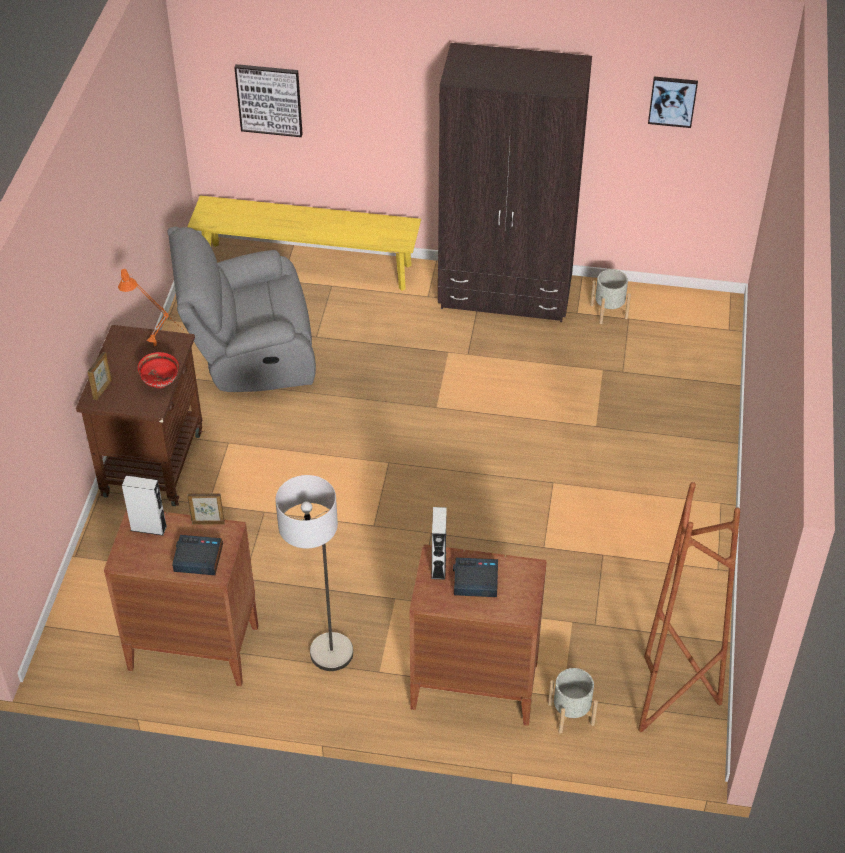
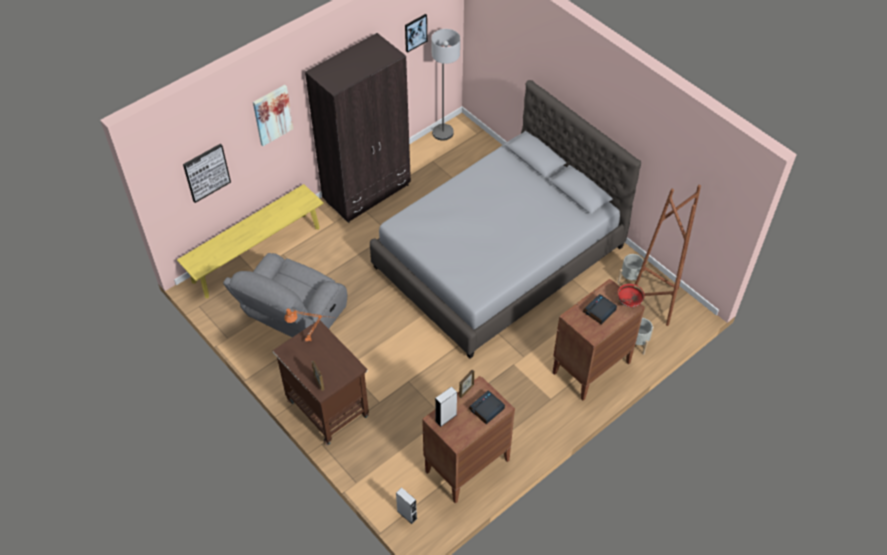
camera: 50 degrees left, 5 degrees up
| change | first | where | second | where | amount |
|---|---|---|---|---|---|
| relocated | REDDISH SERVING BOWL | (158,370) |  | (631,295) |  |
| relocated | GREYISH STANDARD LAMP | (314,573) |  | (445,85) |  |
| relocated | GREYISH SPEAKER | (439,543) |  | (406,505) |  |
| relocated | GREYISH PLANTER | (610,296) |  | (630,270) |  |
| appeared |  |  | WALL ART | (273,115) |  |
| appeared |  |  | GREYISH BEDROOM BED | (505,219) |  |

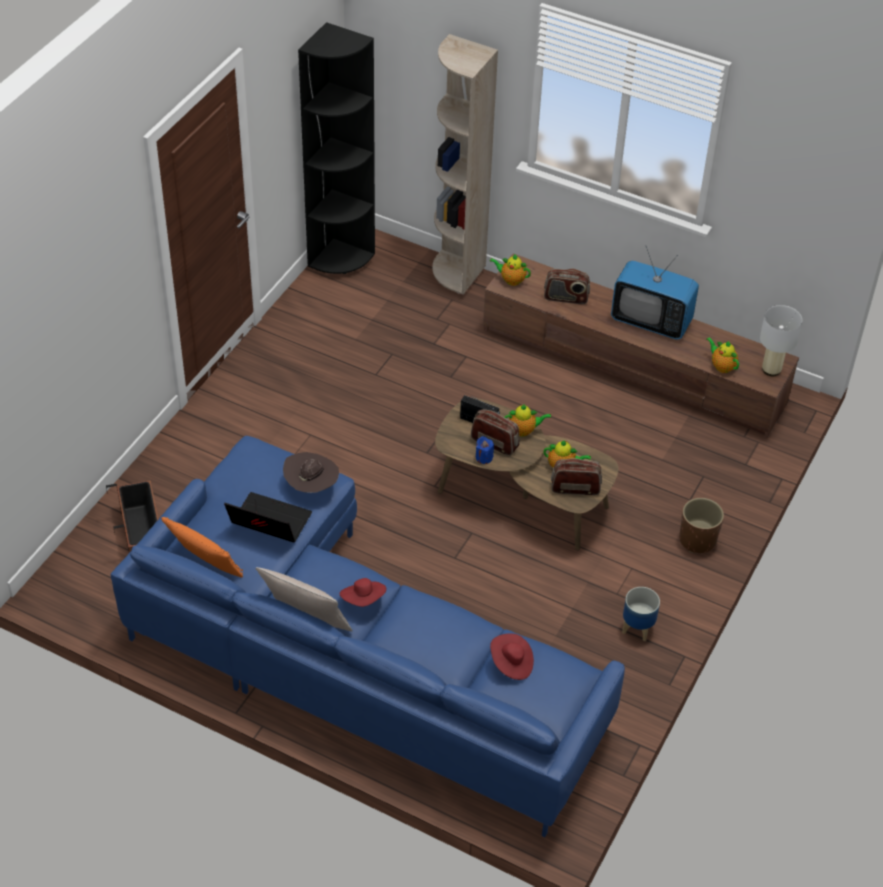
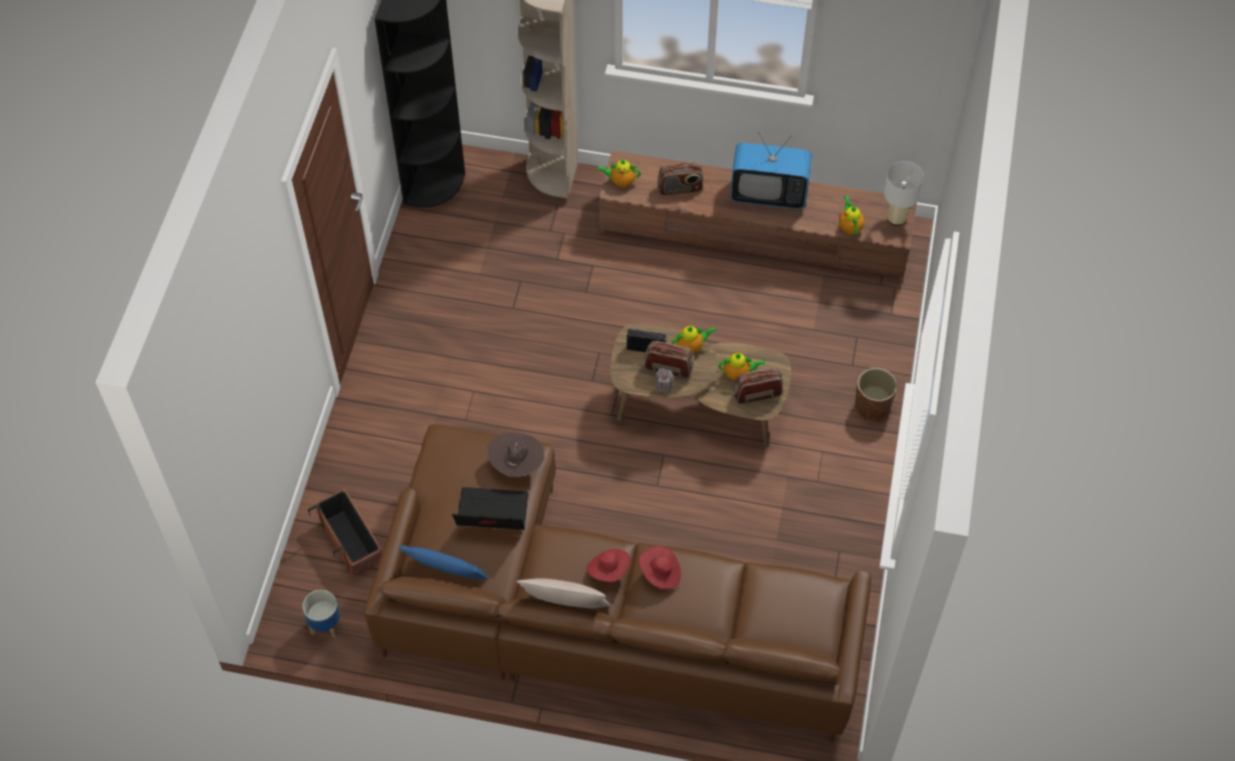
camera: 15 degrees left, 10 degrees up
| change | first | where | second | where | amount |
|---|---|---|---|---|---|
| colour | BLUISH COUCH | (368,636) | BROWNISH COUCH | (617,583) |  |
| colour | ORANGE PILLOW | (202,547) | BLUISH PILLOW | (443,562) |  |
| colour | BLUISH WAX CANDLE | (485,450) | GREYISH WAX CANDLE | (664,380) |  |
| relocated | REDDISH HAT | (512,656) |  | (660,568) |  |
| relocated | PLANTER | (641,614) |  | (321,613) |  |
| spun | TEA POT | (723,355) |  | (851,215) | 45 degrees clockwise |

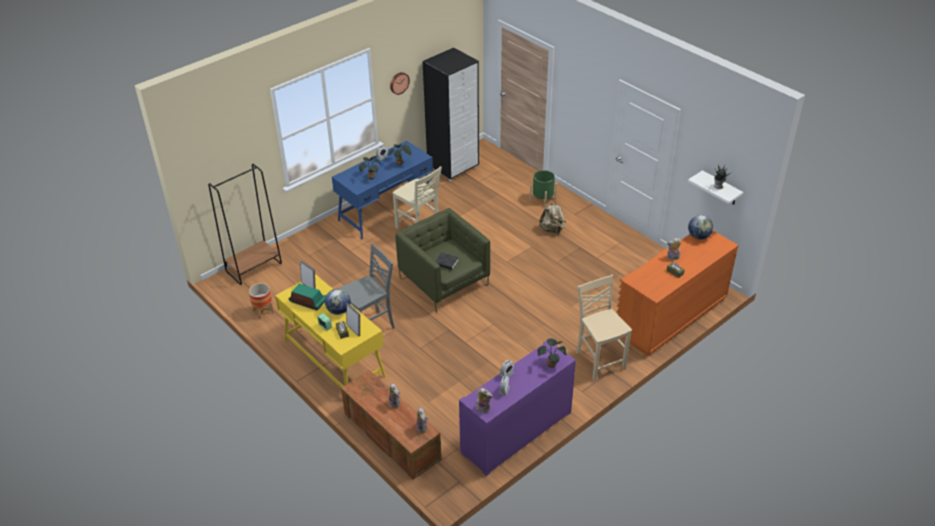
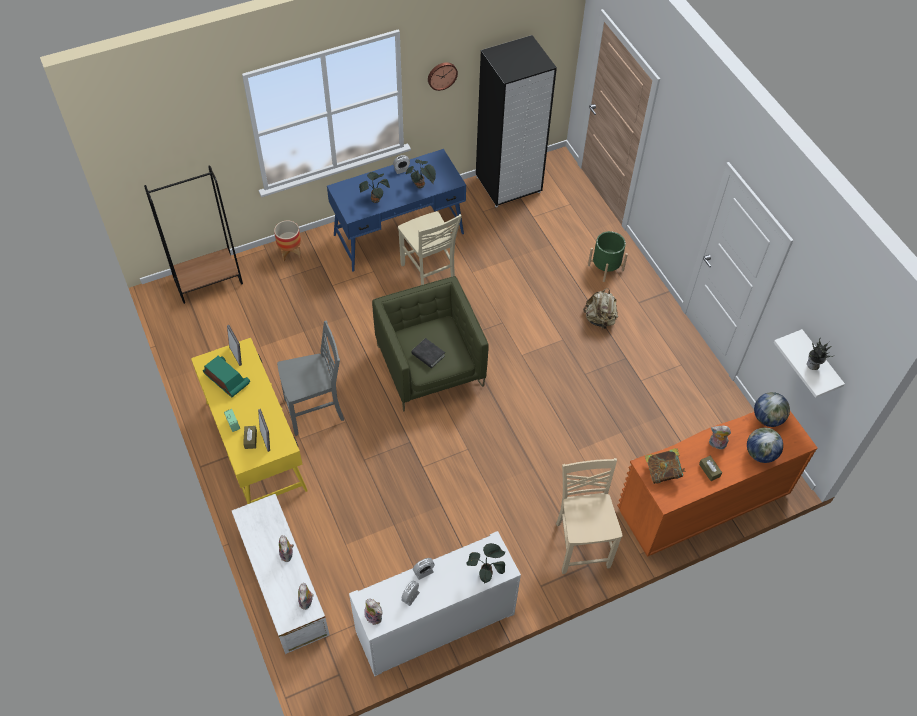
camera: 15 degrees right, 15 degrees up
| change | first | where | second | where | amount |
|---|---|---|---|---|---|
| relocated | PLANTER | (261,301) |  | (287,240) |  |
| relocated | WORLD GLOBE | (338,302) |  | (765,445) |  |
| colour | BROWNISH BENCH | (391,425) | WHITE-COLOURED BENCH | (280,574) |  |
| colour | PURPLISH CABINET | (517,408) | WHITE-COLOURED CABINET | (435,604) |  |
| appeared |  |  | BOOK | (665,466) |  |

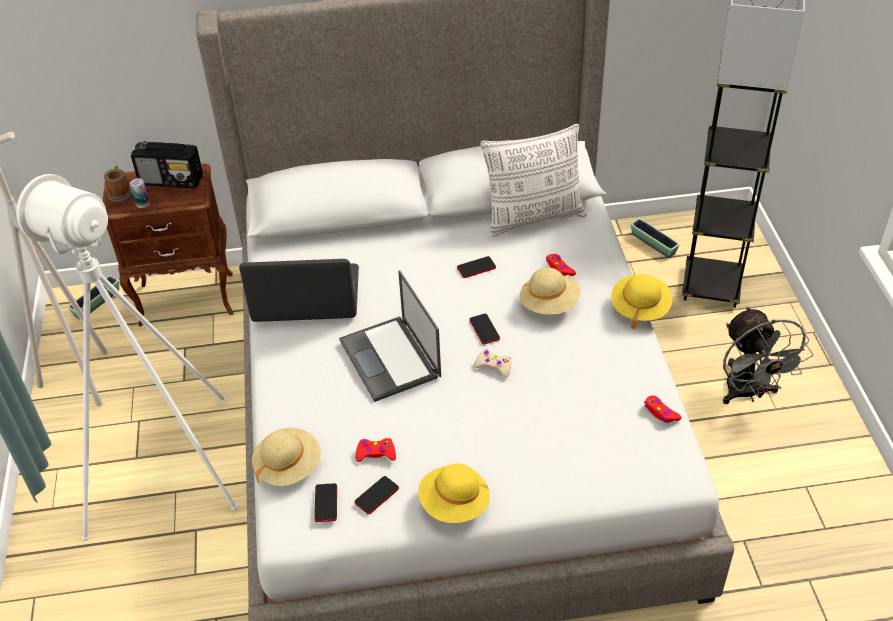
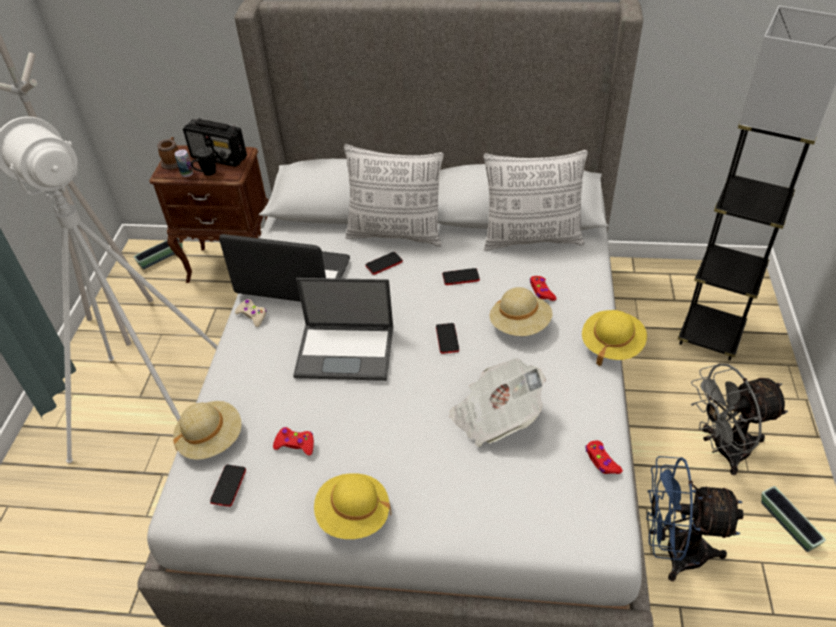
camera: 15 degrees right, 0 degrees up
| change | first | where | second | where | amount |
|---|---|---|---|---|---|
| spun | PORTABLE COMPUTER | (390,336) |  | (343,329) | 75 degrees counterclockwise |
| relocated | TELEPHONE | (376,495) |  | (384,263) |  |
| relocated | BEIGE-COLOURED GAMEPAD | (492,363) |  | (250,313) |  |
| relocated | PLANTER | (655,238) |  | (793,519) |  |
| spun | GREYISH ELECTRIC FAN | (768,355) |  | (739,419) | 75 degrees clockwise |
| appeared |  |  | BLACKISH MUG | (203,161) |  |
| appeared |  |  | PILLOW | (394,195) |  |
| appeared |  |  | NEWSPAPER | (497,402) |  |
| appeared |  |  | BLUISH ELECTRIC FAN | (695,518) |  |

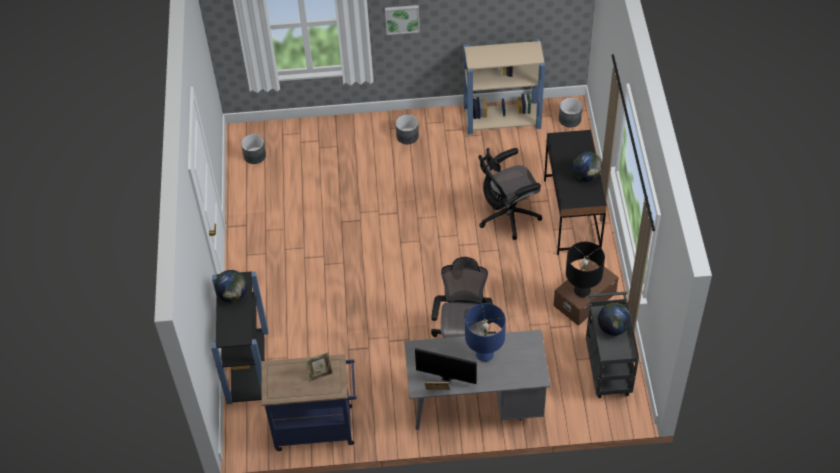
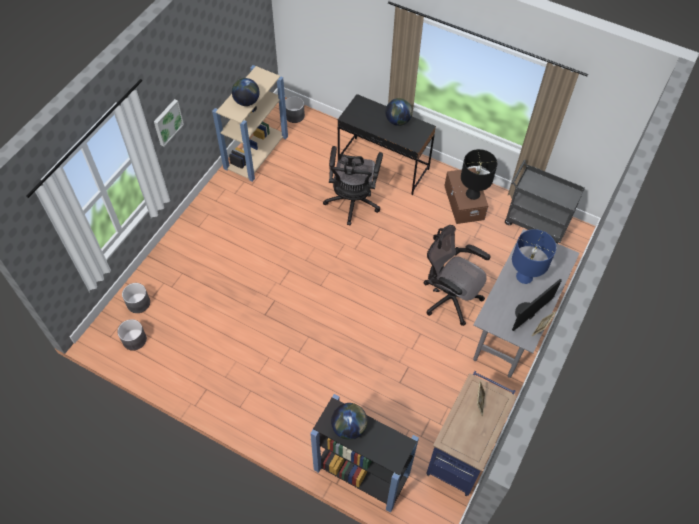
camera: 60 degrees left, 5 degrees up
| change | first | where | second | where | amount |
|---|---|---|---|---|---|
| relocated | GREYISH PLANTER | (407,129) |  | (136,298) |  |
| relocated | WORLD GLOBE | (614,319) |  | (245,92) |  |

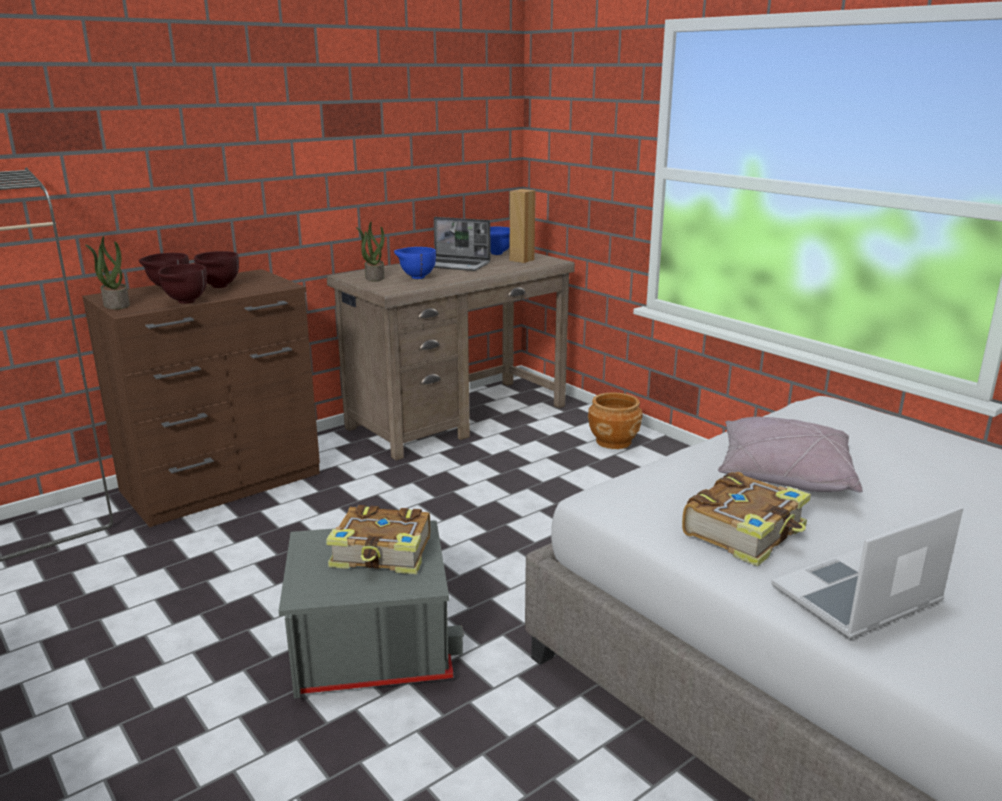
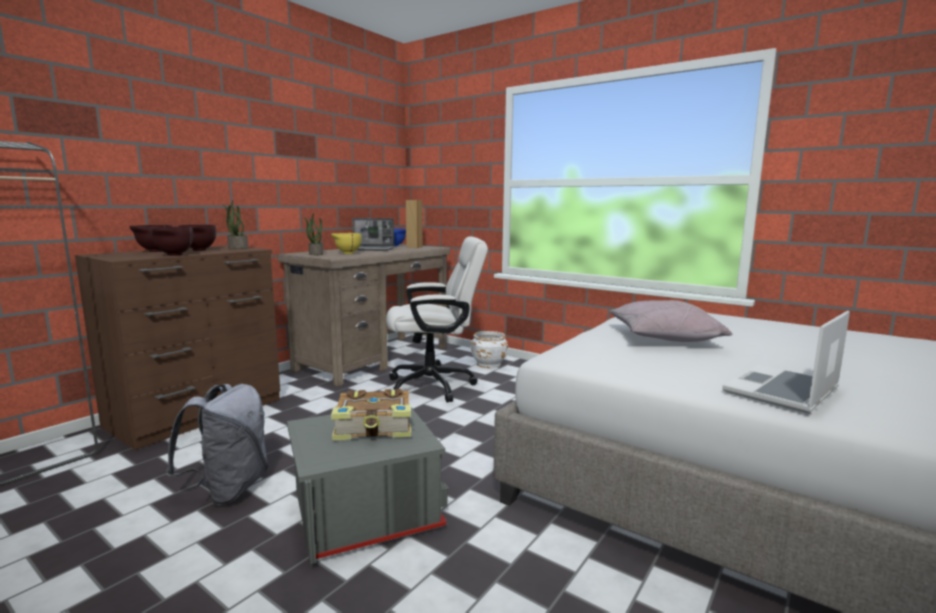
camera: 15 degrees left, 10 degrees down
| change | first | where | second | where | amount |
|---|---|---|---|---|---|
| relocated | HOUSEPLANT | (107,272) |  | (235,224) |  |
| colour | BLUISH SERVING BOWL | (415,263) | YELLOW SERVING BOWL | (346,243) |  |
| colour | BROWNISH PLANTER | (615,420) | WHITE-COLOURED PLANTER | (489,349) |  |
| missing | BOOK | (746,519) |  |  |  |
| appeared |  |  | GREYISH BACKPACK | (217,444) |  |
| appeared |  |  | WHITE-COLOURED COMPUTER CHAIR | (437,319) |  |

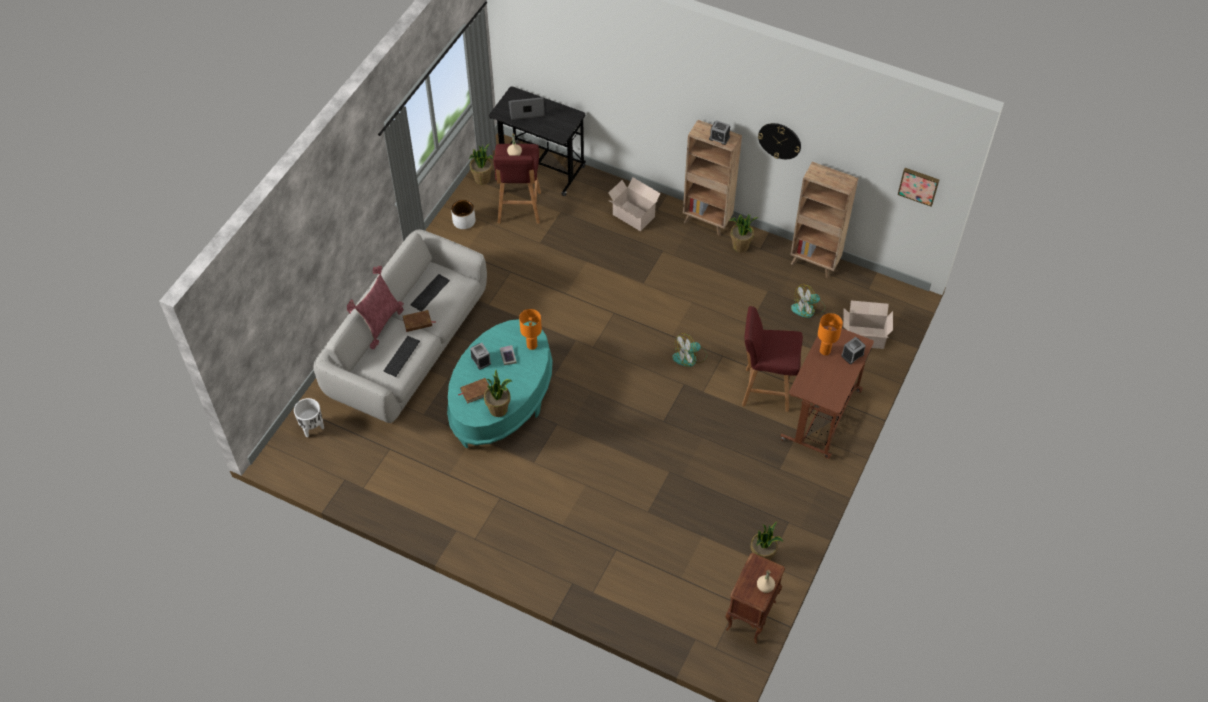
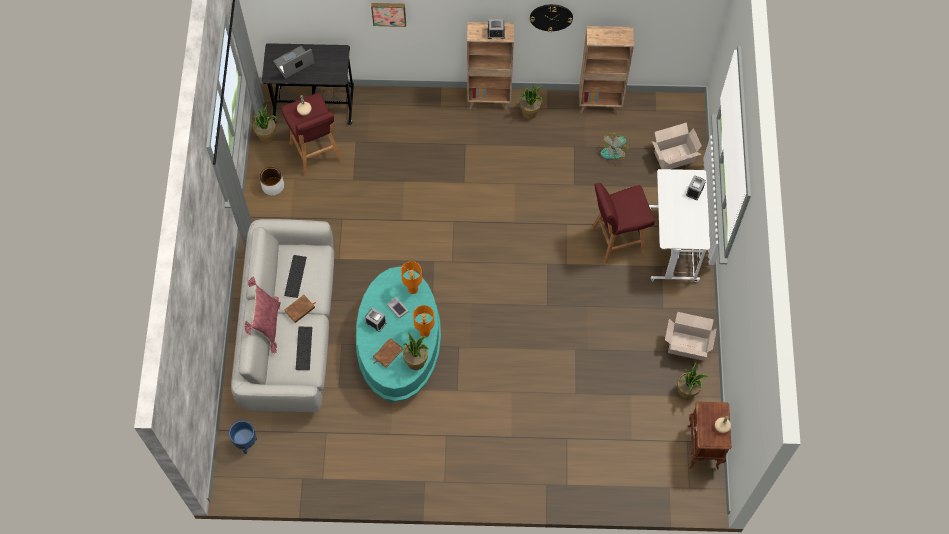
camera: 25 degrees left, 10 degrees up
| change | first | where | second | where | amount |
|---|---|---|---|---|---|
| colour | WHITE-COLOURED PLANTER | (309,418) | BLUISH PLANTER | (243,437) |  |
| relocated | CARDBOARD BOX | (634,204) |  | (691,336) |  |
| missing | ELECTRIC FAN | (689,350) |  |  |  |
| colour | BROWNISH DESK TABLE | (827,392) | WHITE-COLOURED DESK TABLE | (679,225) |  |
| relocated | ORANGE LAMP FOR A TABLE | (830,334) |  | (424,321) |  |
| relocated | WALL ART | (918,187) |  | (388,15) |  |

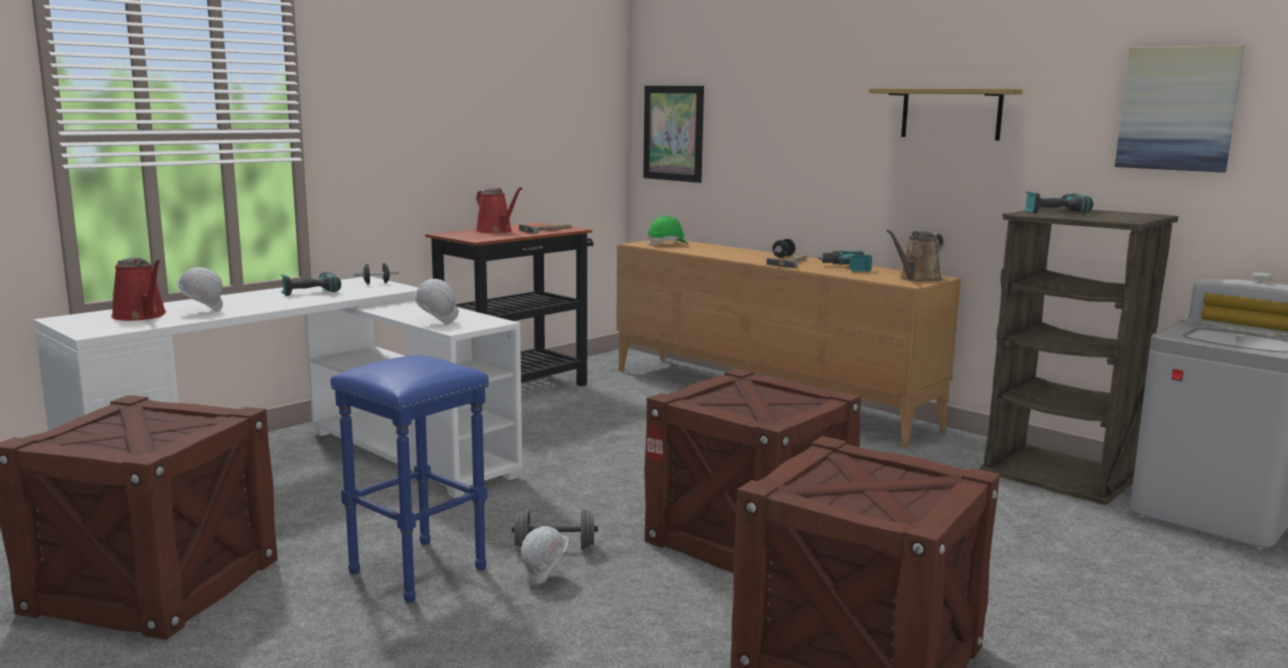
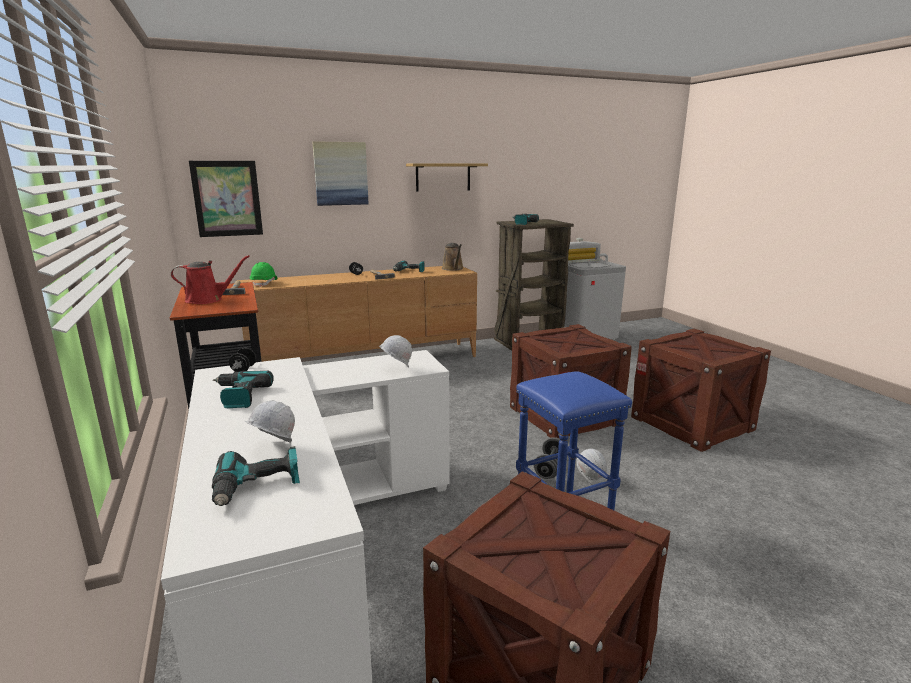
camera: 65 degrees left, 5 degrees up
| change | first | where | second | where | amount |
|---|---|---|---|---|---|
| exchanged | REDDISH WATERING CAN | (139,289) | POWER DRILL | (256,476) |  |
| relocated | WALL ART | (1180,109) |  | (340,173) |  |

